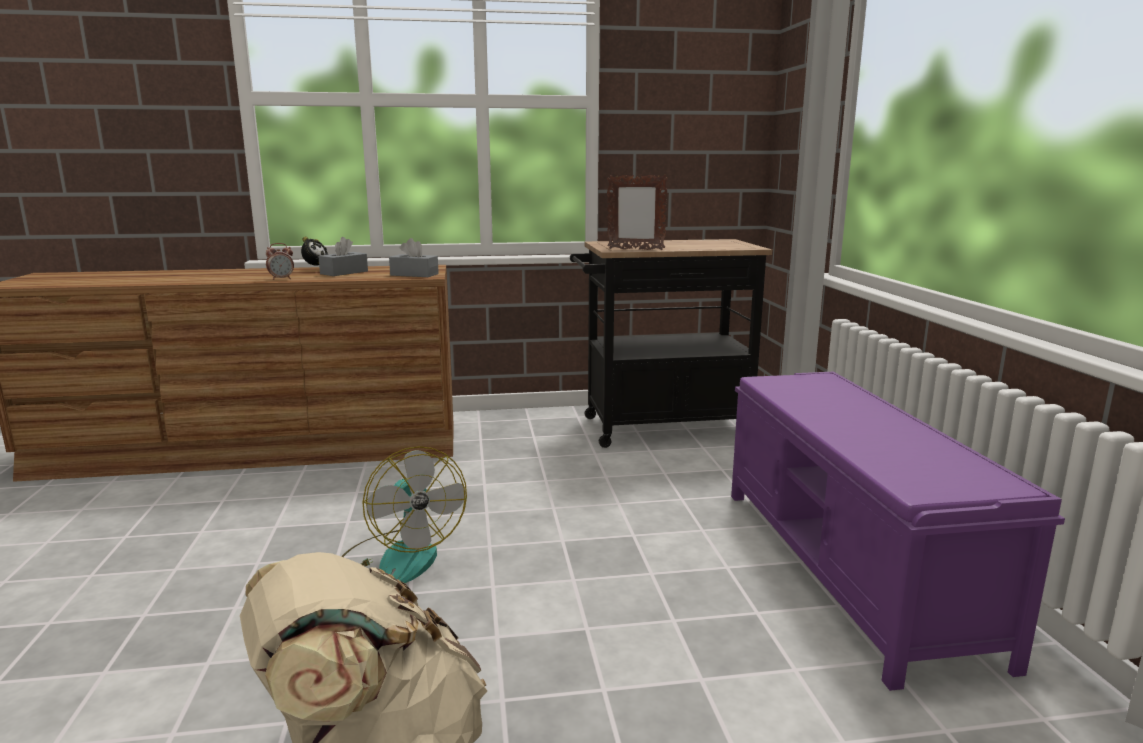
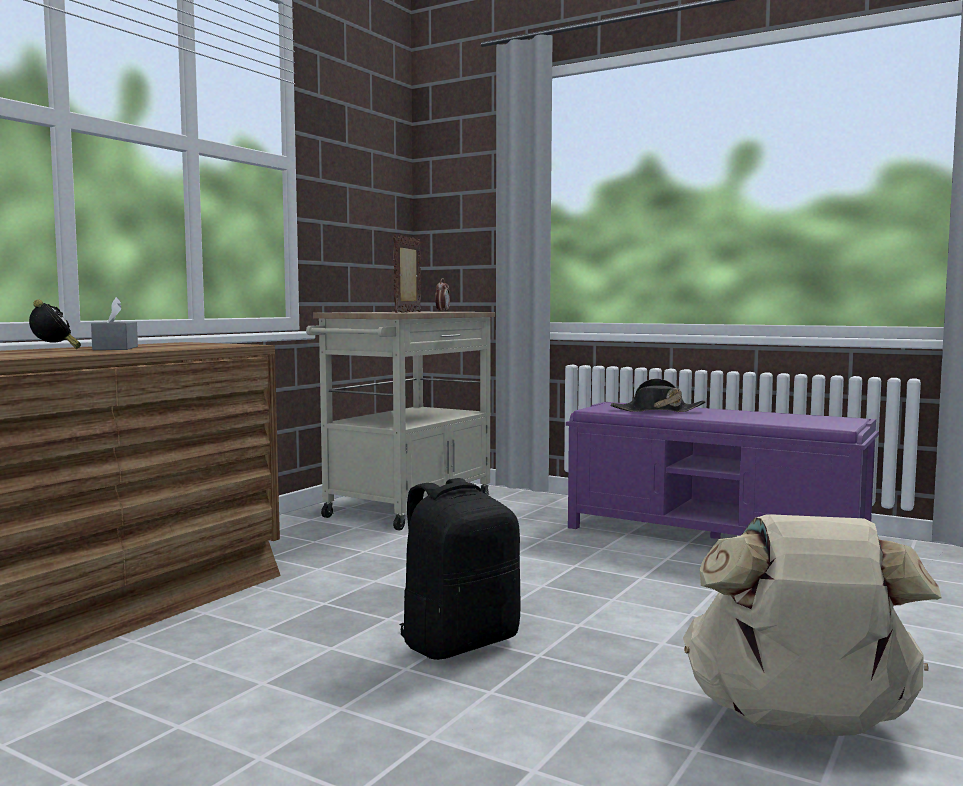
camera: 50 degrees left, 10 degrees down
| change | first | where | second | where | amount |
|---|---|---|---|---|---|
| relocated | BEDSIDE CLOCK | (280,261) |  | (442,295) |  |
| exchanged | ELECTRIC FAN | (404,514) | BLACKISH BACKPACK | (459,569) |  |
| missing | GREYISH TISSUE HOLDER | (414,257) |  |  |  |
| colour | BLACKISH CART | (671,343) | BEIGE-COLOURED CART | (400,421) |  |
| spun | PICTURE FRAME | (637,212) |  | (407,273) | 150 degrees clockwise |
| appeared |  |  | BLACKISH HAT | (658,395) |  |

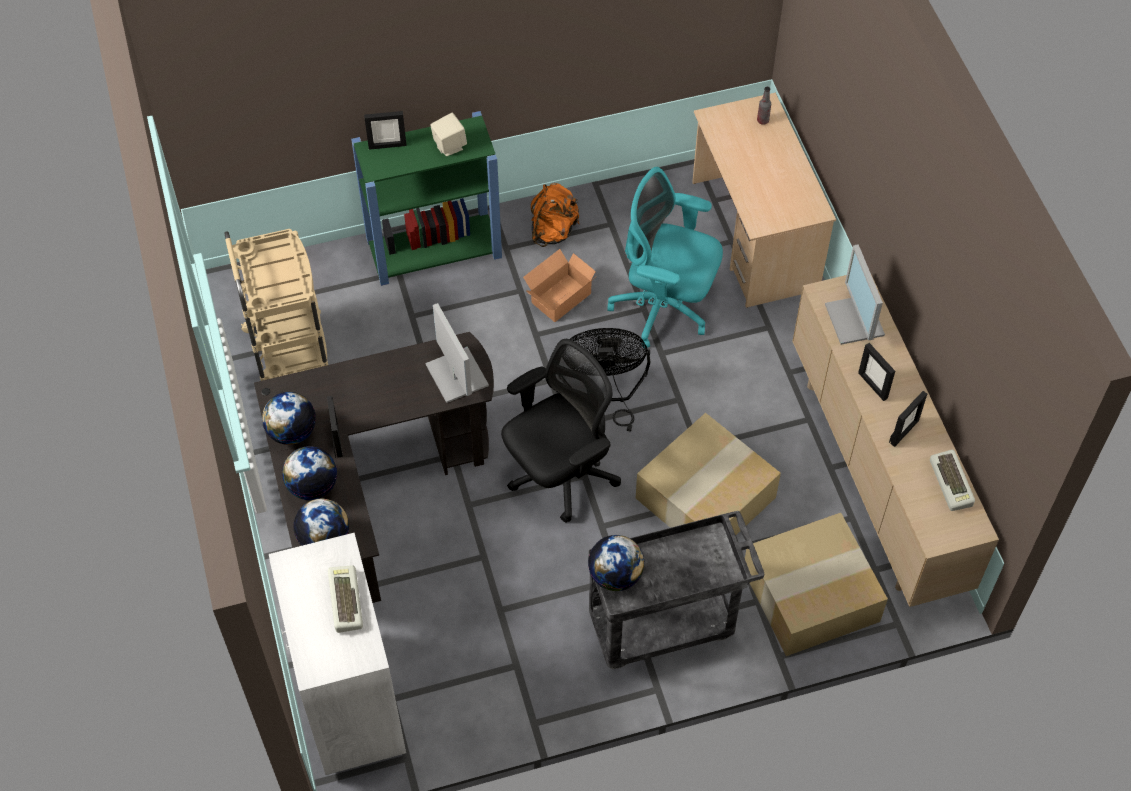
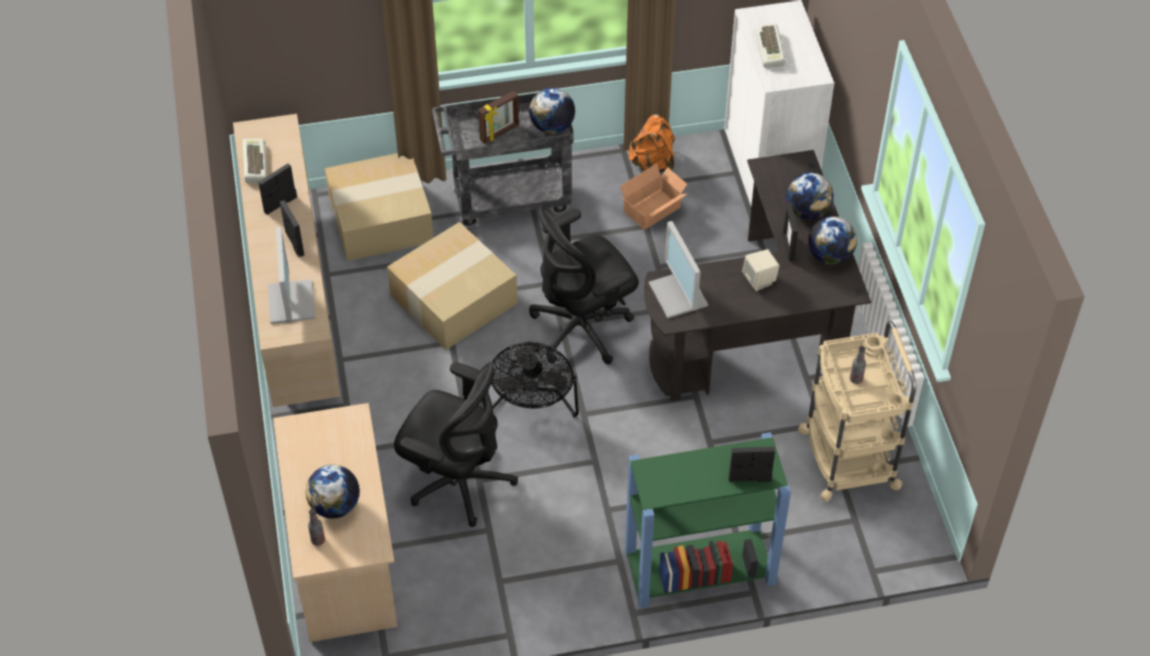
camera: 175 degrees left, 5 degrees down
| change | first | where | second | where | amount |
|---|---|---|---|---|---|
| relocated | WORLD GLOBE | (321,522) |  | (333,492) |  |
| relocated | BEIGE-COLOURED SPEAKER | (448,134) |  | (760,270) |  |
| relocated | CARDBOARD BOX | (559,285) |  | (654,197) |  |
| relocated | ORANGE BACKPACK | (555,215) |  | (652,143) |  |
| colour | TURQUOISE-COLOURED COMPUTER CHAIR | (665,258) | BLACKISH COMPUTER CHAIR | (456,444) |  |
| appeared |  |  | PICTURE FRAME | (498,117) |  |
| appeared |  |  | DRINK BOTTLE | (858,365) |  |

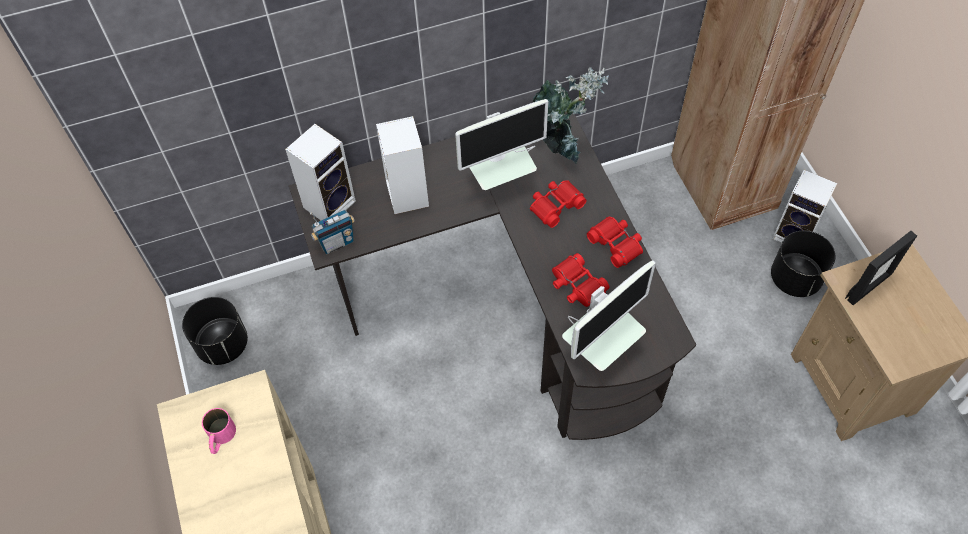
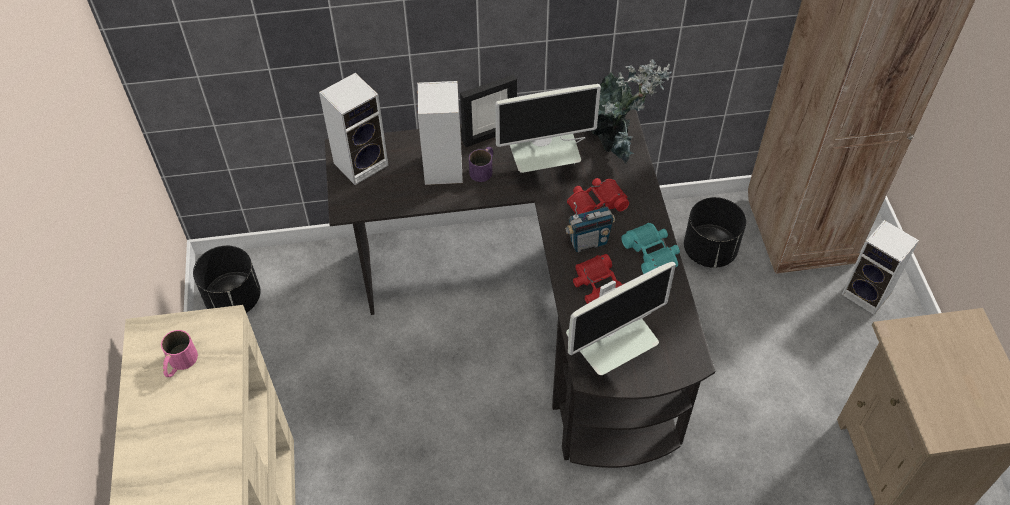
camera: 10 degrees right, 5 degrees down
| change | first | where | second | where | amount |
|---|---|---|---|---|---|
| relocated | RADIO RECEIVER | (332,232) |  | (590,227) |  |
| colour | REDDISH BINOCULARS | (615,242) | TURQUOISE-COLOURED BINOCULARS | (650,248) |  |
| relocated | BLACKISH PLANTER | (803,263) |  | (715,232) |  |
| relocated | PICTURE FRAME | (881,268) |  | (488,110) |  |
| appeared |  |  | PURPLISH MUG | (481,164) |  |

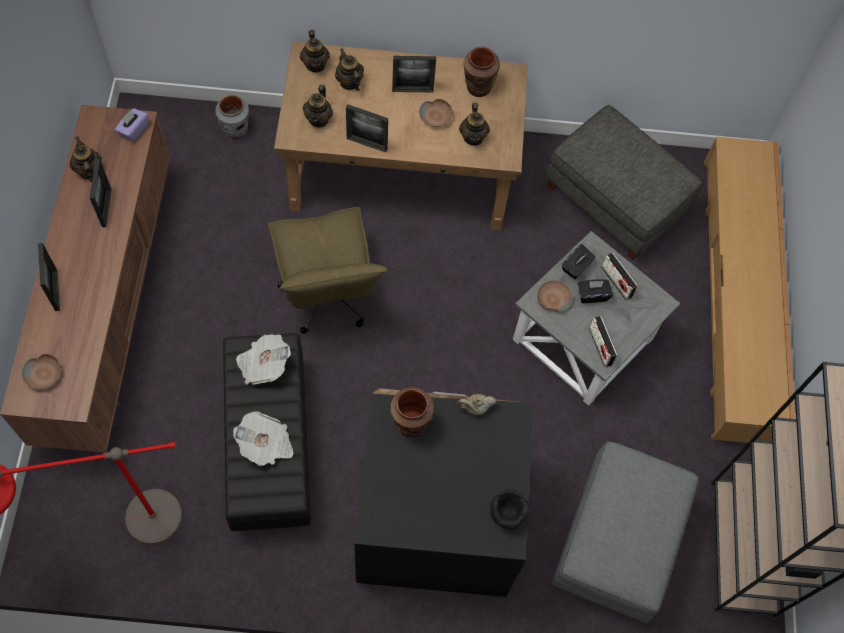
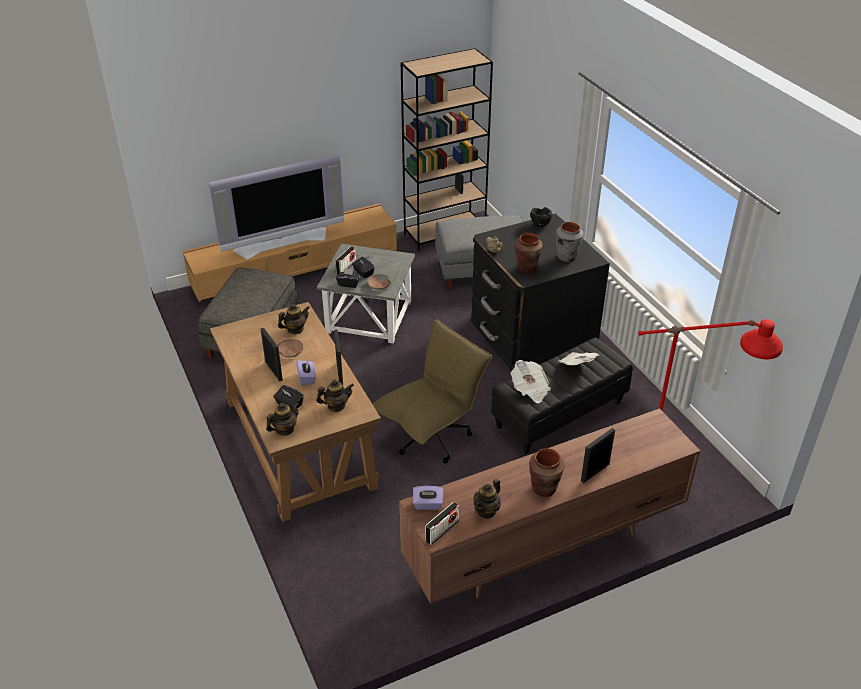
camera: 115 degrees left, 25 degrees down
| change | first | where | second | where | amount |
|---|---|---|---|---|---|
| missing | BROWNISH SERVING BOWL | (41,371) |  |  |  |
| missing | PICTURE FRAME | (101,193) |  |  |  |
| relocated | GREYISH FLOWER VASE | (232,117) |  | (569,242) |  |
| exchanged | TEA POT | (349,69) | BLACKISH TISSUE HOLDER | (288,397) |  |
| relocated | BROWNISH FLOWER VASE | (482,72) |  | (547,472) |  |
| relocated | RADIO RECEIVER | (603,341) |  | (442,523) |  |
| appeared |  |  | TV SET | (276,207) |  |
| appeared |  |  | PURPLISH TISSUE HOLDER | (306,372) |  |

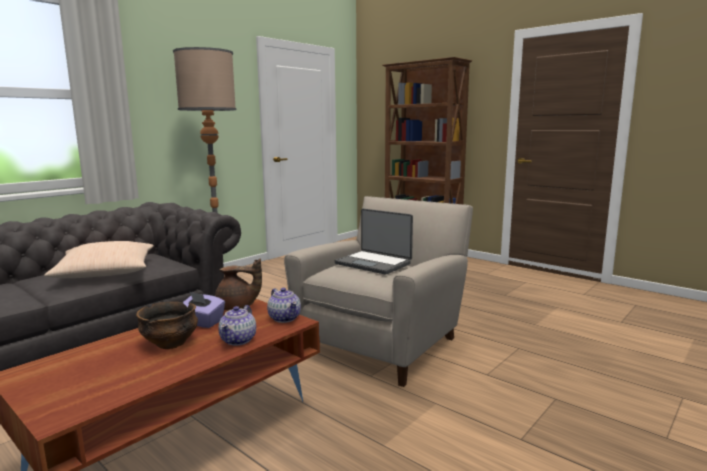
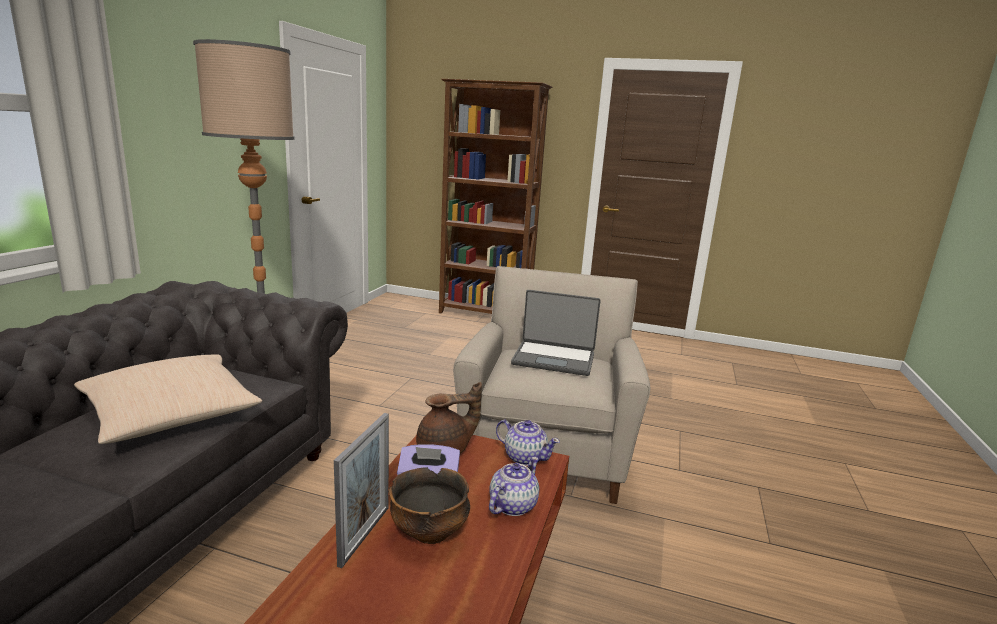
camera: 25 degrees left, 5 degrees up
| change | first | where | second | where | amount |
|---|---|---|---|---|---|
| spun | TEA POT | (237,325) |  | (514,486) | 135 degrees counterclockwise |
| appeared |  |  | PICTURE FRAME | (361,490) |  |

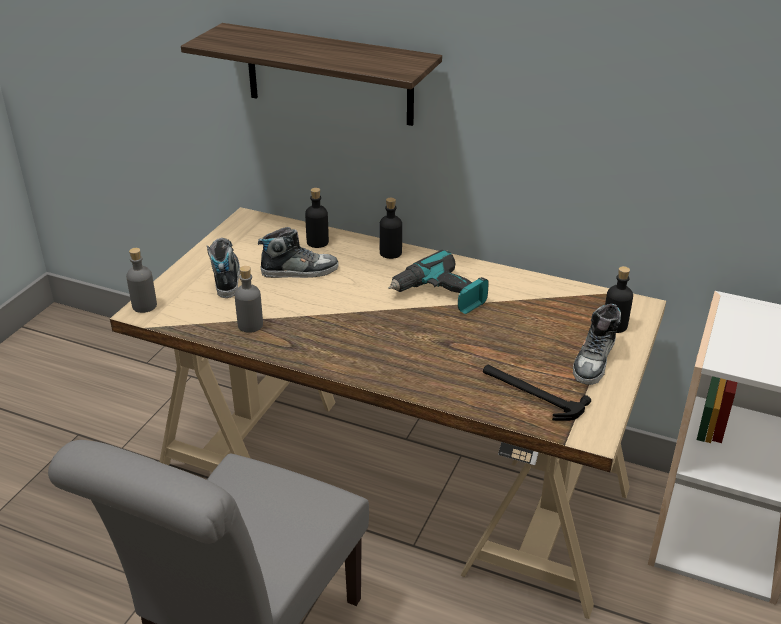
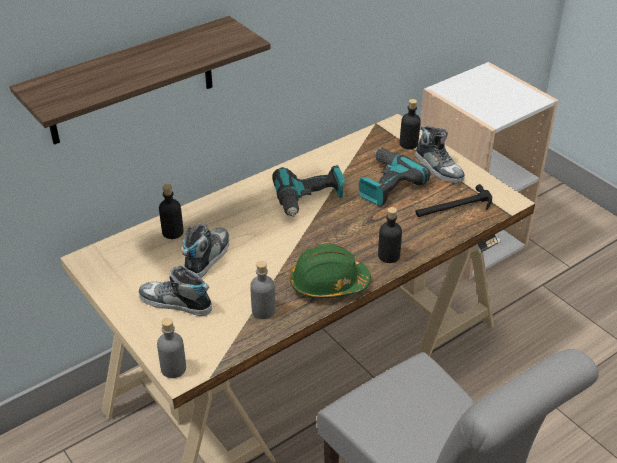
camera: 60 degrees left, 5 degrees up
| change | first | where | second | where | amount |
|---|---|---|---|---|---|
| relocated | BLACKISH DRINK BOTTLE | (390,228) |  | (390,235) |  |
| appeared |  |  | GREENISH SAFETY HELMET | (330,271) |  |
| appeared |  |  | POWER DRILL | (395,177) |  |

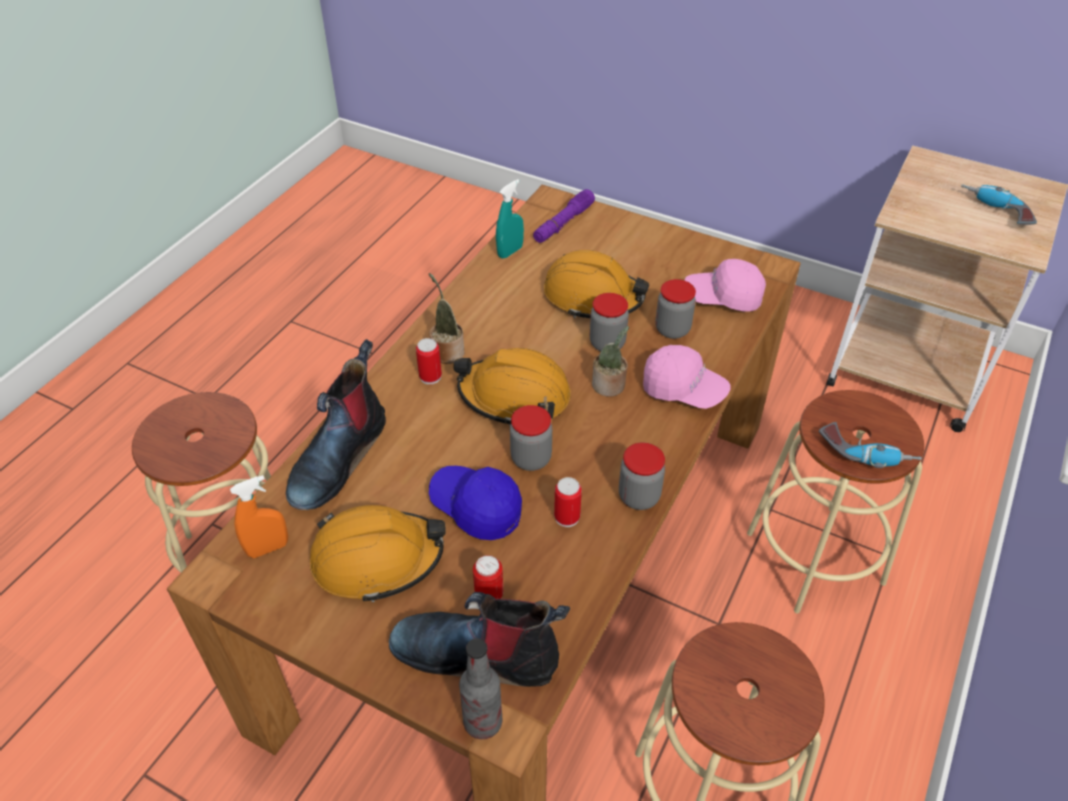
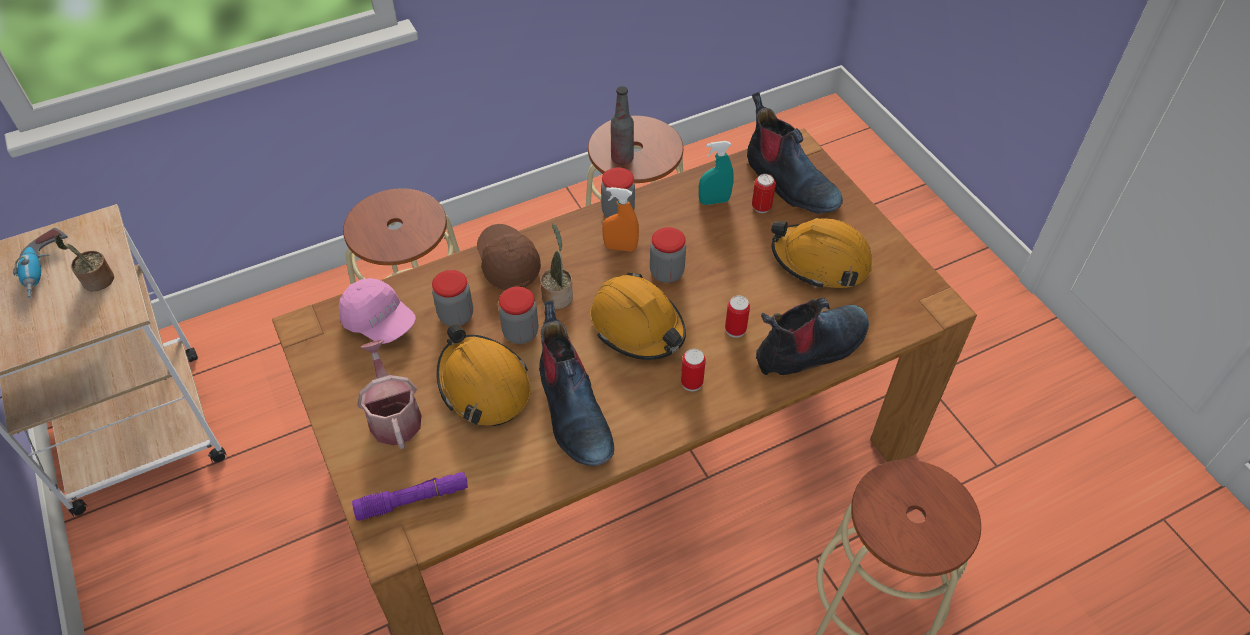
camera: 145 degrees left, 5 degrees up
| change | first | where | second | where | amount |
|---|---|---|---|---|---|
| relocated | ORANGE SPRAY BOTTLE | (259,516) |  | (620,219) |  |
| relocated | HOUSEPLANT | (446,318) |  | (84,262) |  |
| missing | BLUISH PEAKED CAP | (475,503) |  |  |  |
| relocated | DRINK BOTTLE | (480,688) |  | (622,125) |  |
| relocated | TURQUOISE-COLOURED SPRAY BOTTLE | (510,219) |  | (716,173) |  |
| relocated | SEALED CAN | (568,502) |  | (737,317) |  |
| colour | PINKISH PEAKED CAP | (687,377) | BROWNISH PEAKED CAP | (509,257) |  |
| missing | POWER DRILL | (870,445) |  |  |  |
| appeared |  |  | WATERING CAN | (389,394) |  |
| appeared |  |  | TALL BOOT | (576,383) |  |

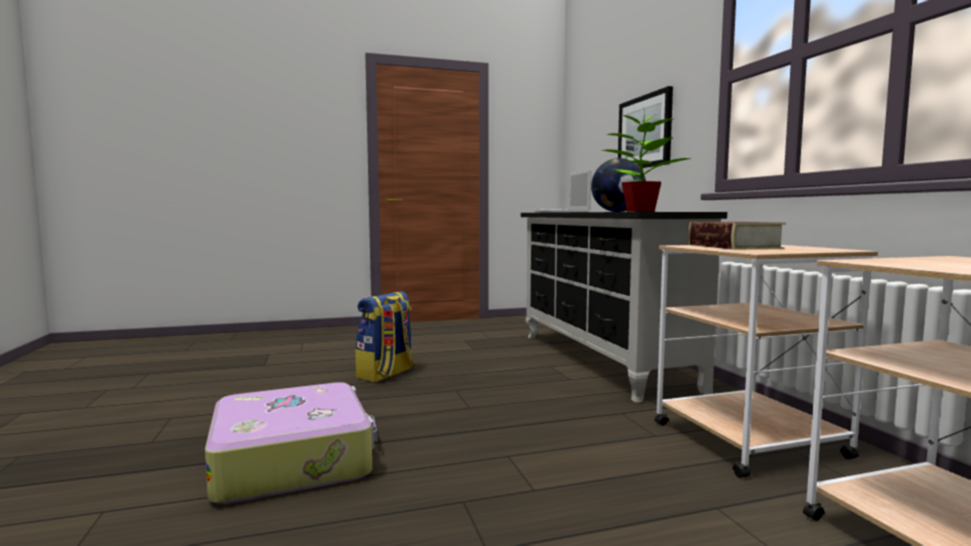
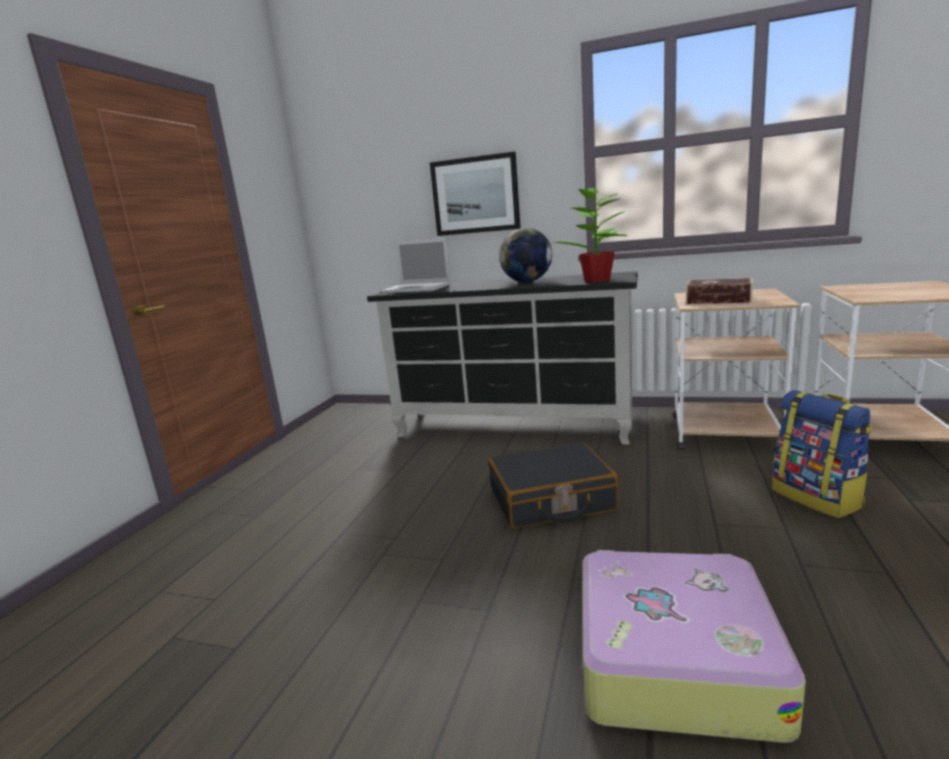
camera: 55 degrees left, 10 degrees up
| change | first | where | second | where | amount |
|---|---|---|---|---|---|
| relocated | BACKPACK | (384,337) |  | (822,454) |  |
| appeared |  |  | BLACKISH SUITCASE | (553,485) |  |

